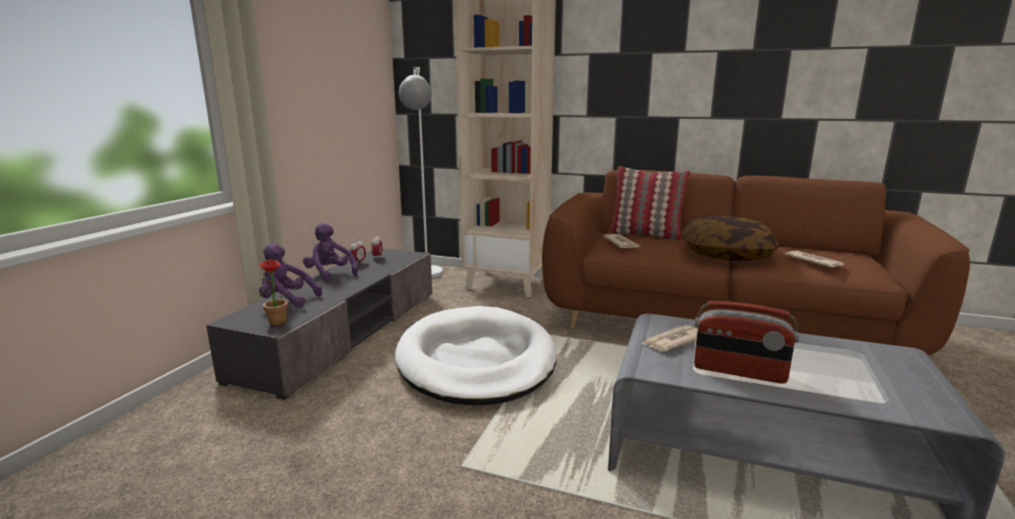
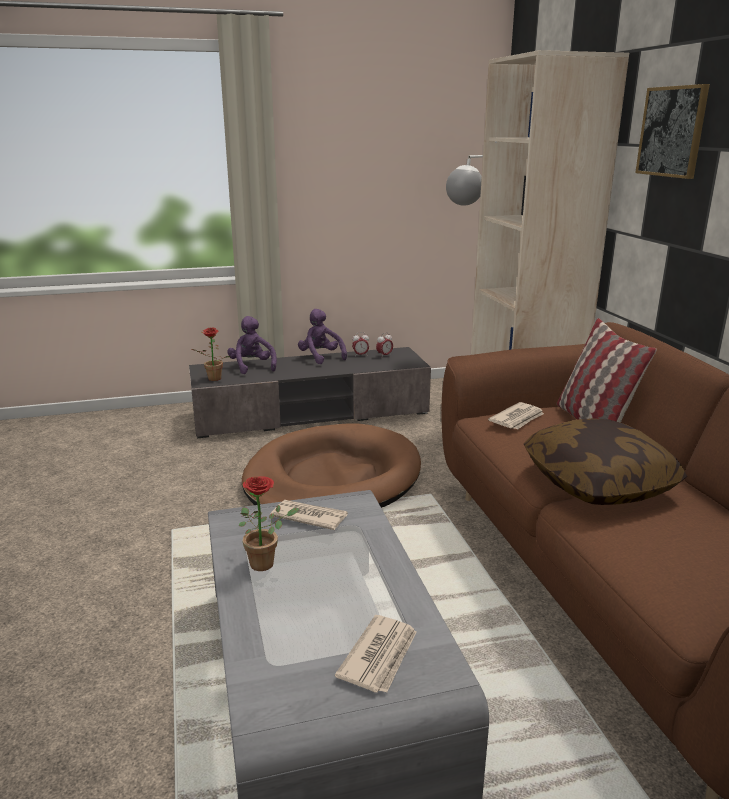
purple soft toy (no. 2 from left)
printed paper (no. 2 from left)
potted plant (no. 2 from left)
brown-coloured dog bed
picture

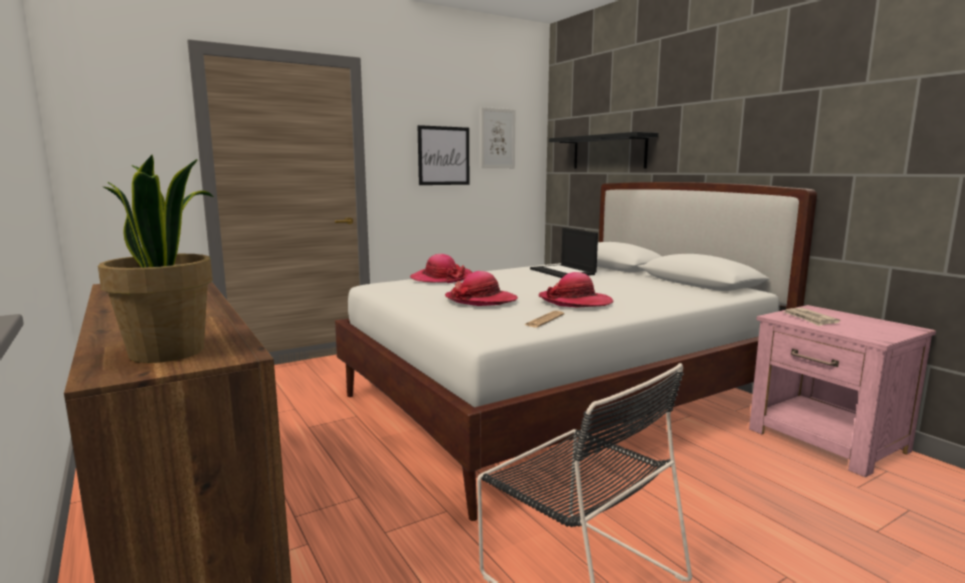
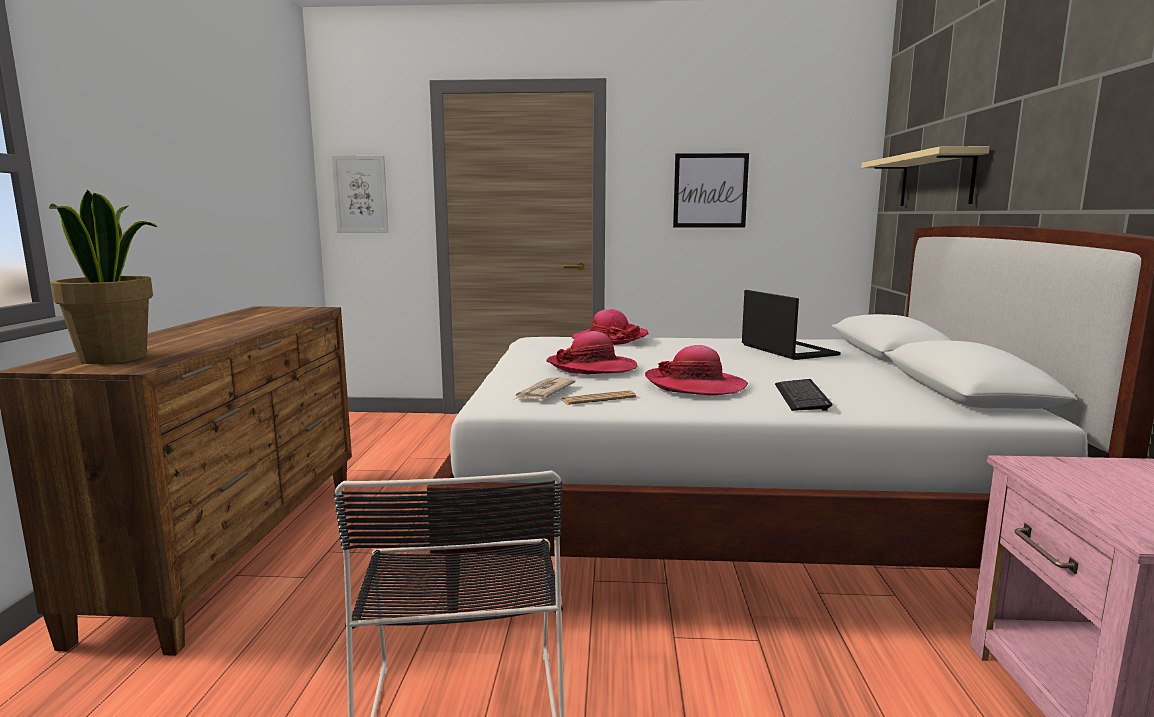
picture (no. 1 from left)
sand-coloured wall shelf
notebook computer
printed paper (no. 1 from left)
PC keyboard

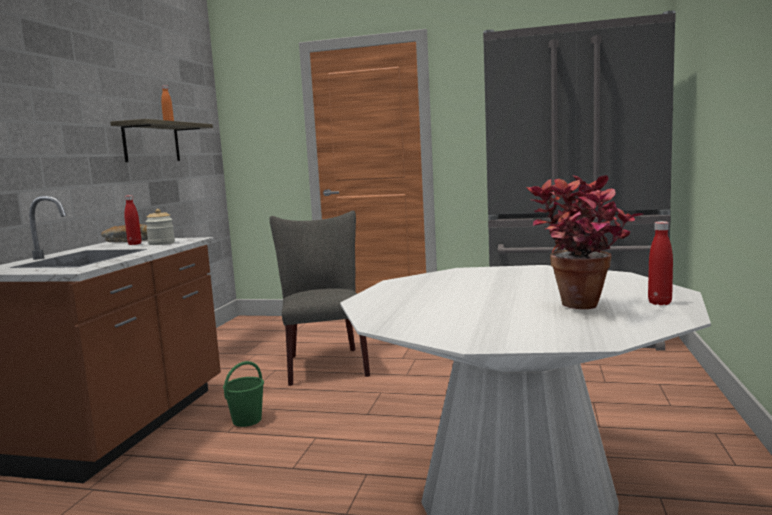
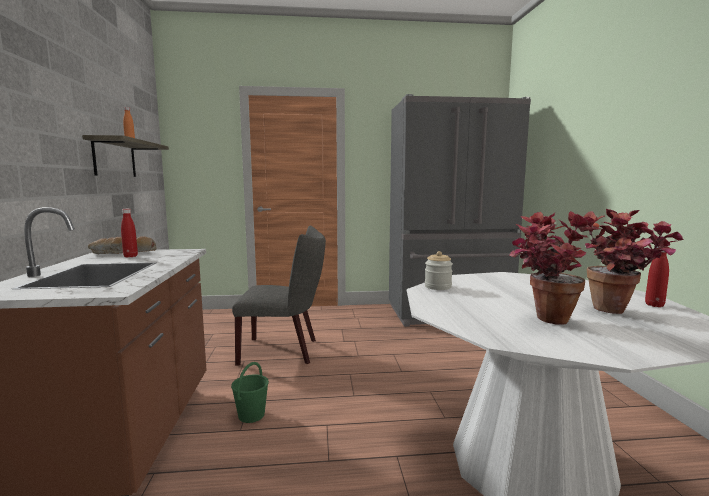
preserve jar
gray upright chair
potted plant (no. 1 from left)

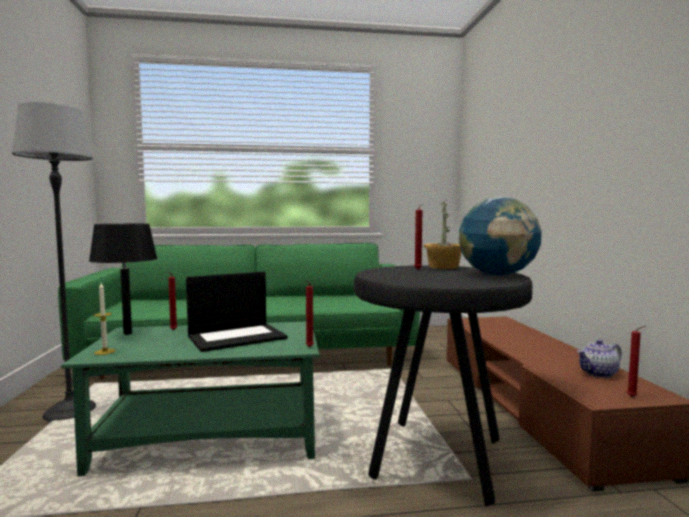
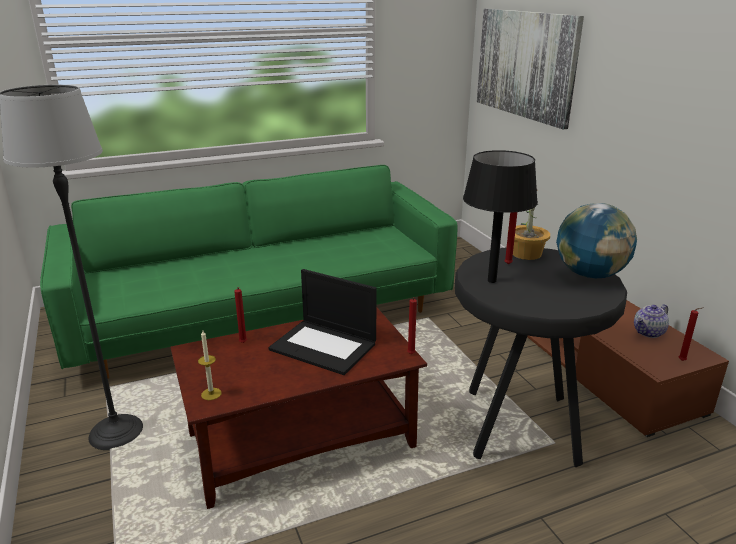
blackish tabletop lamp
notebook computer
brown-coloured coffee table
picture

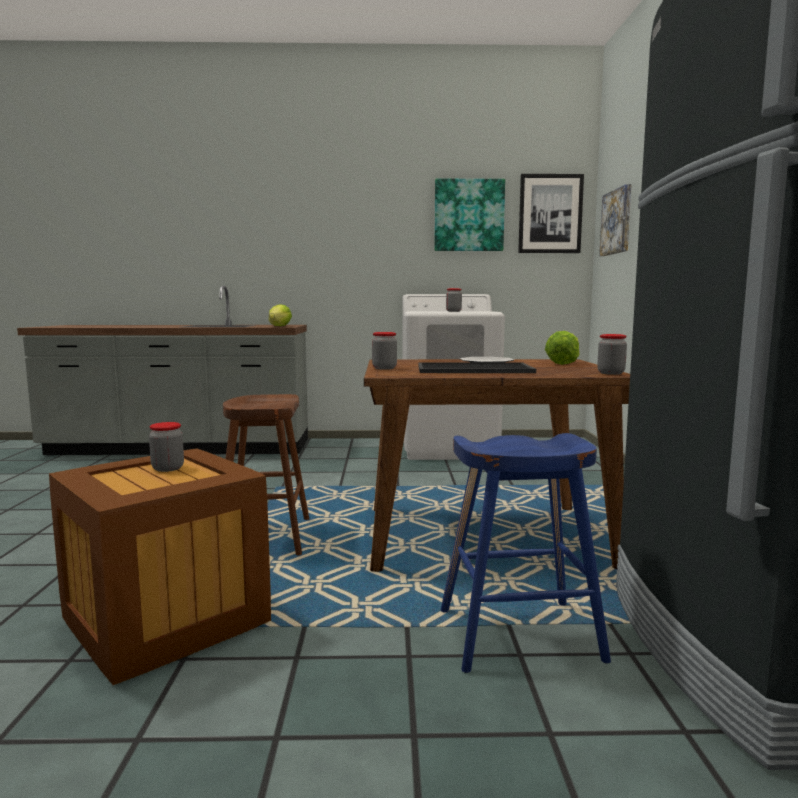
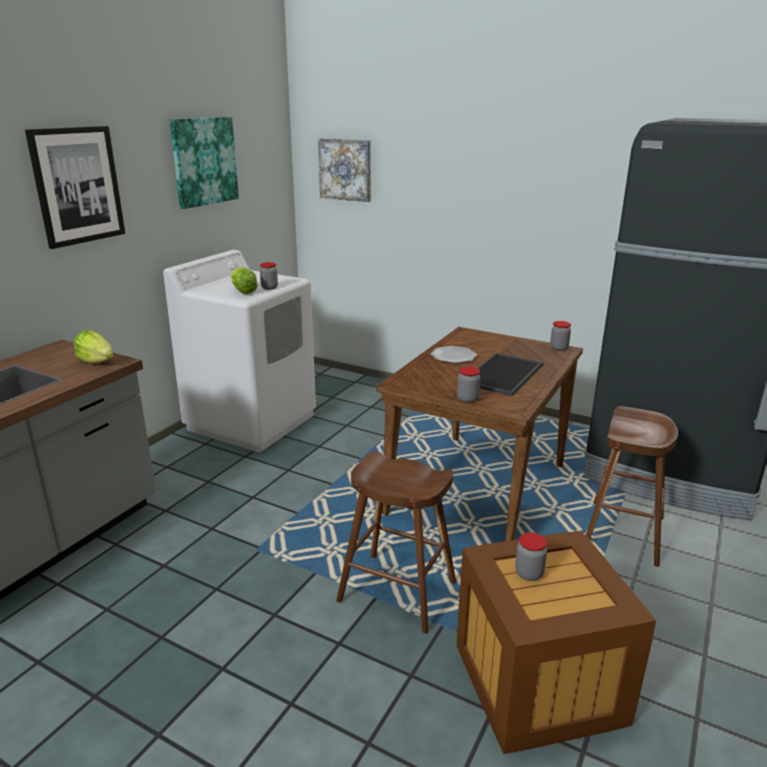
picture (no. 1 from left)
head of lettuce (no. 2 from left)
brown-coloured stool seat (no. 2 from left)

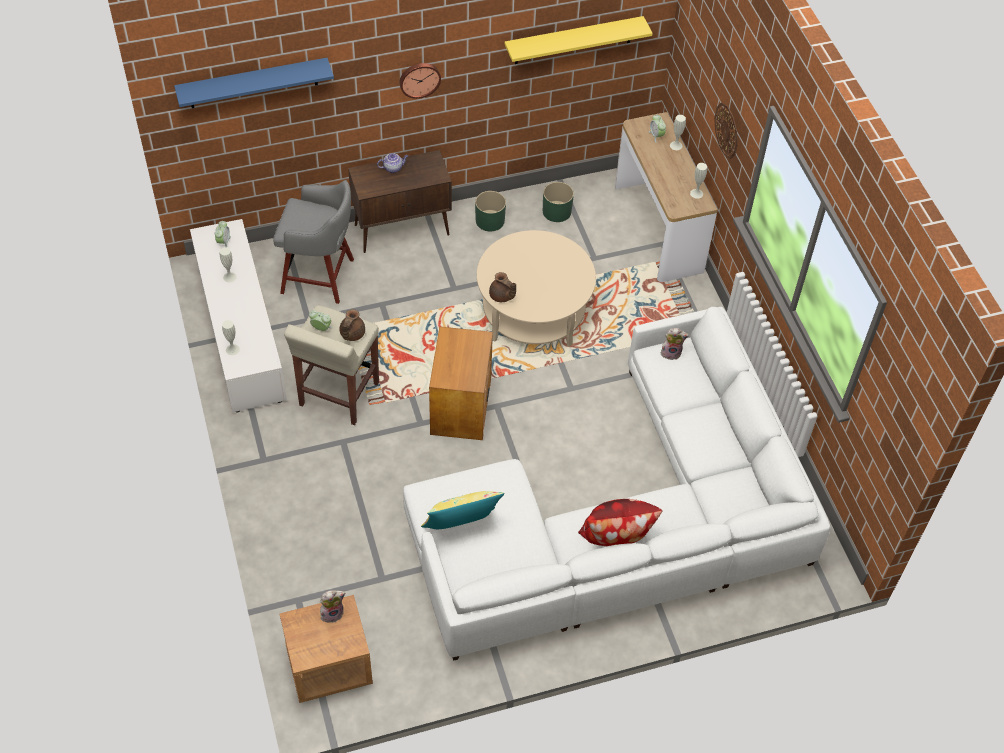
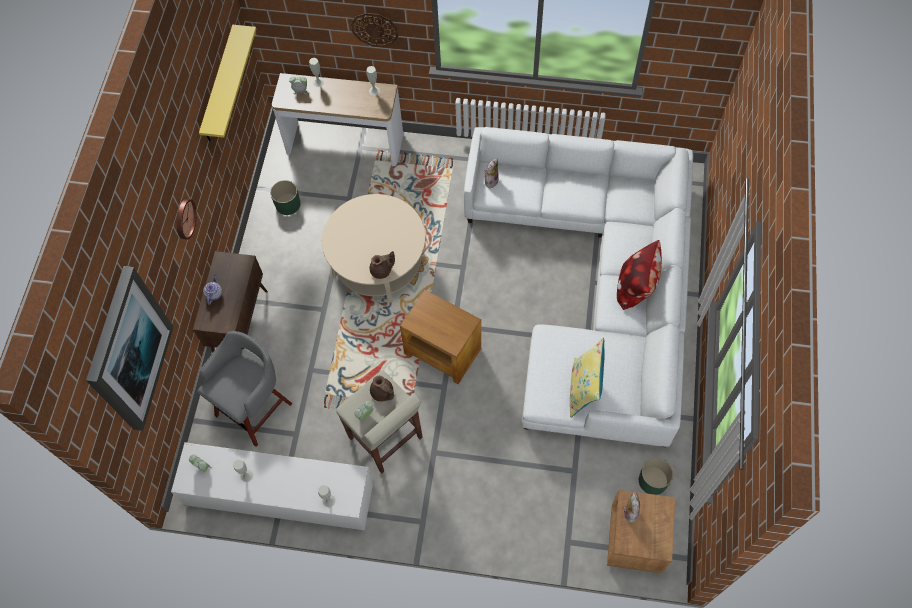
picture
green-coloured plant pot (no. 2 from left)

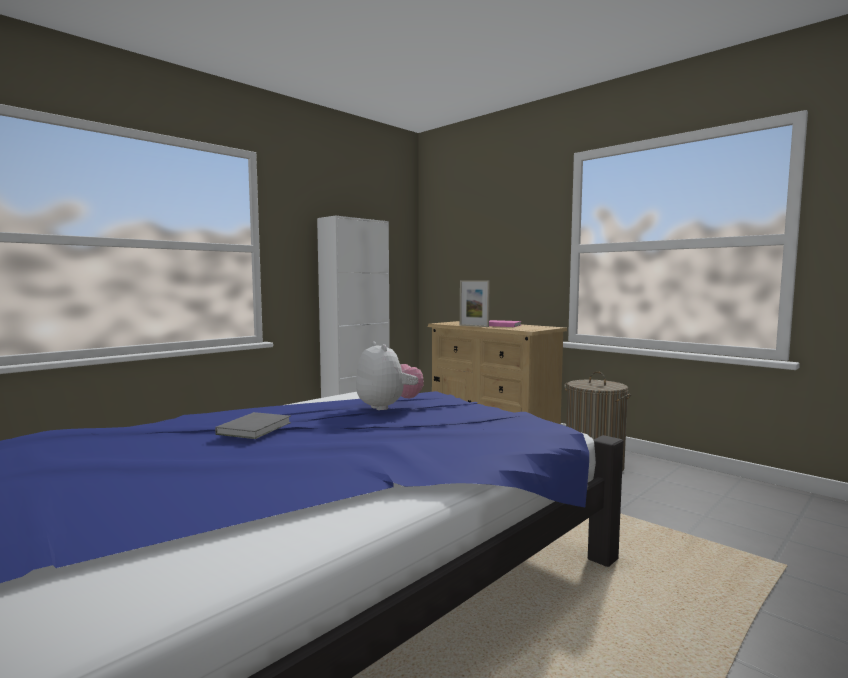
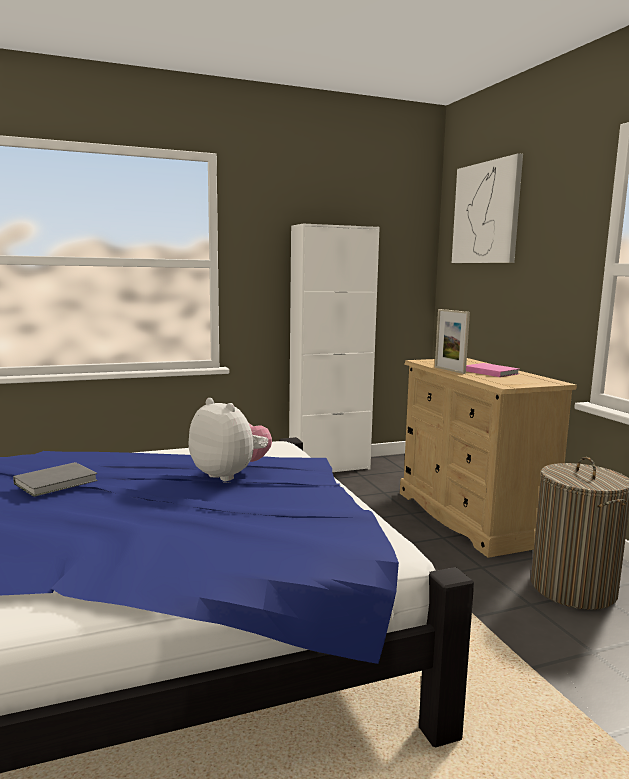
soft toy
picture

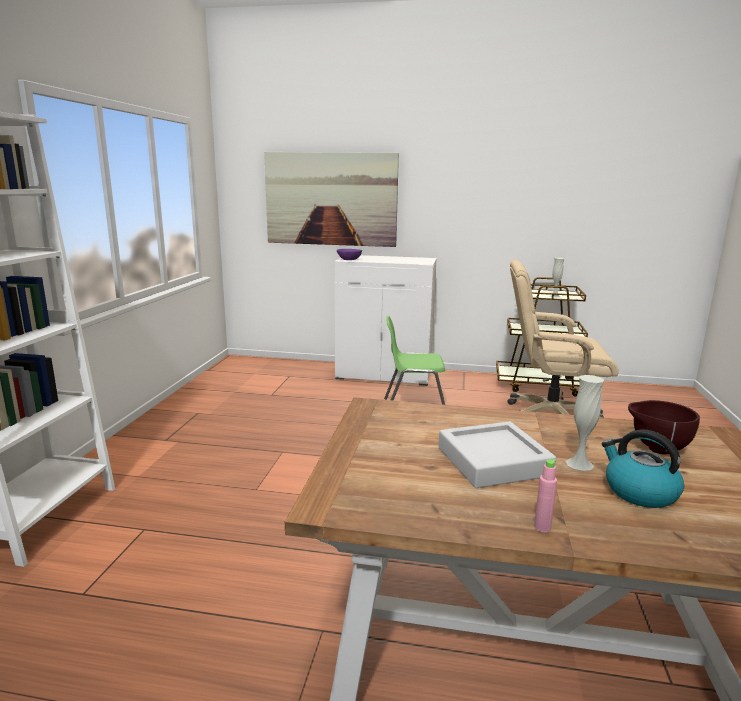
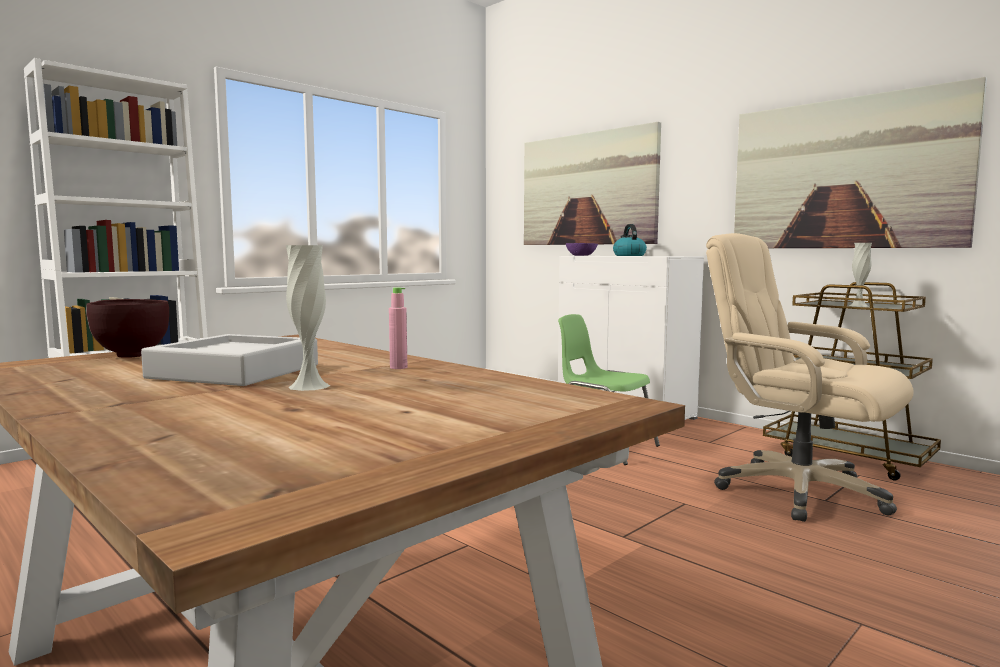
brown-coloured deep dish
water kettle
pink-coloured drink bottle
picture (no. 2 from left)

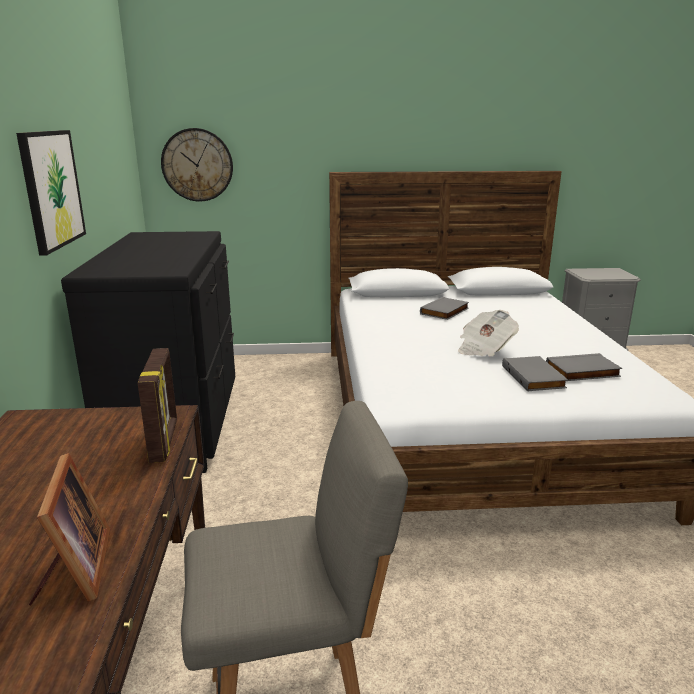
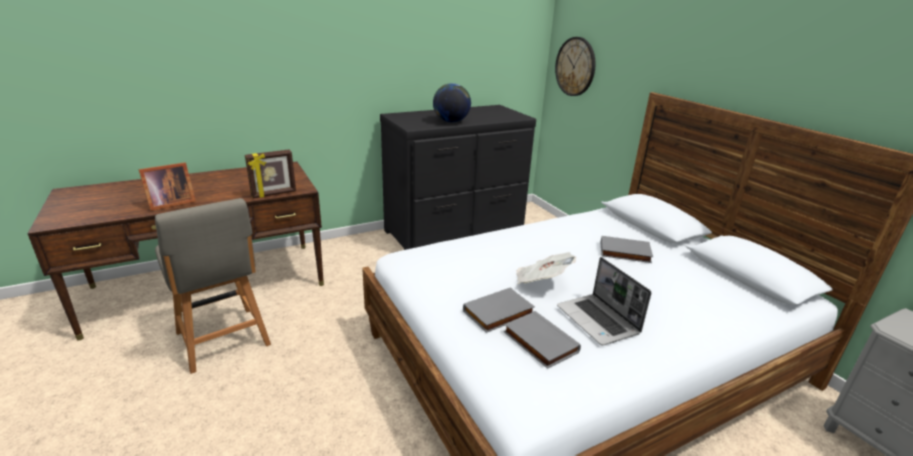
picture
world globe
notebook computer

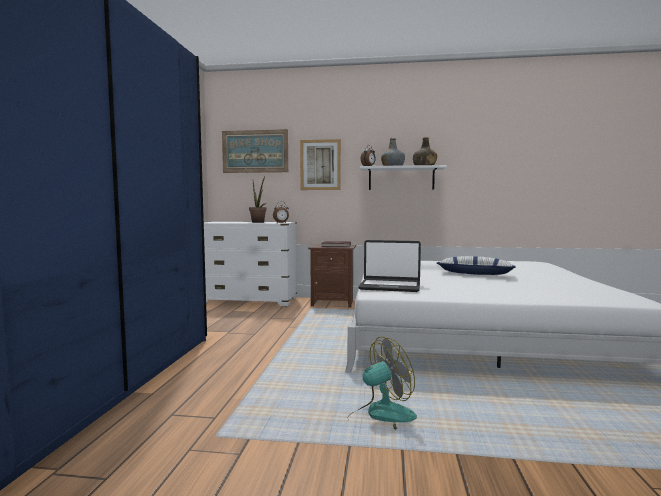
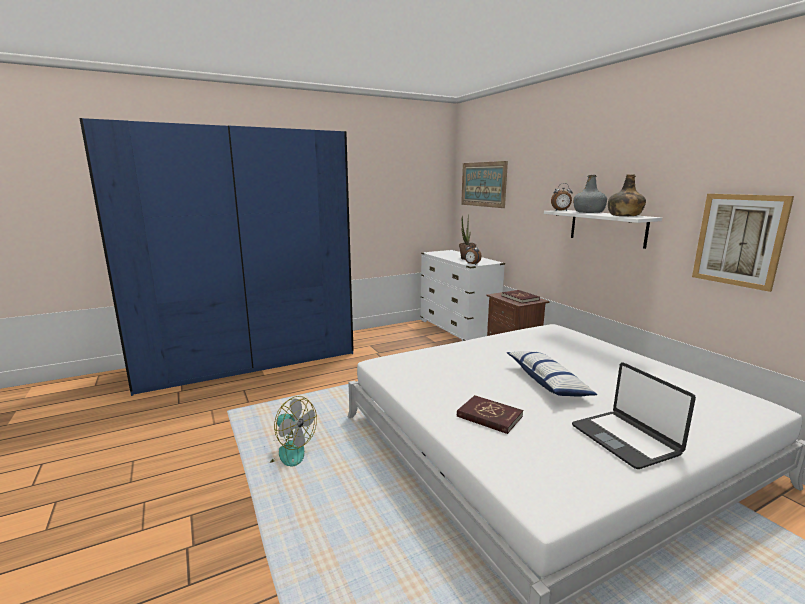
picture (no. 2 from left)
notebook computer
red-coloured book (no. 1 from left)

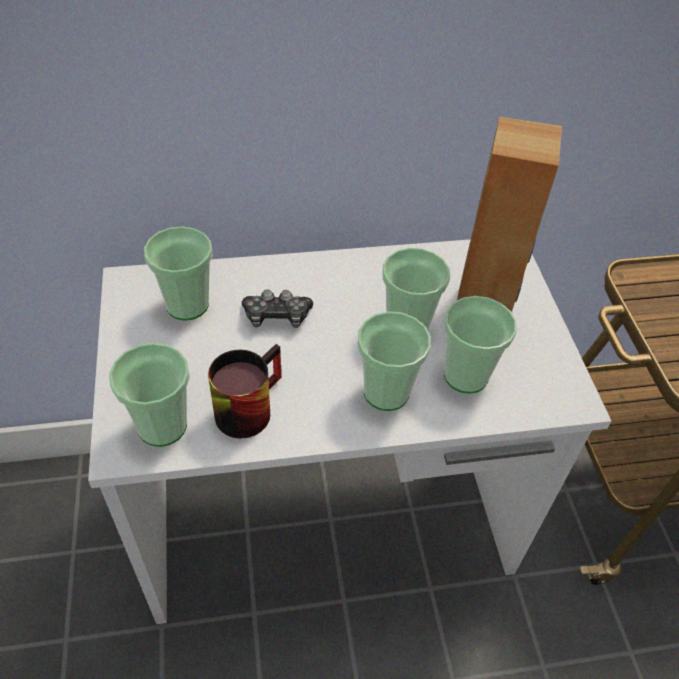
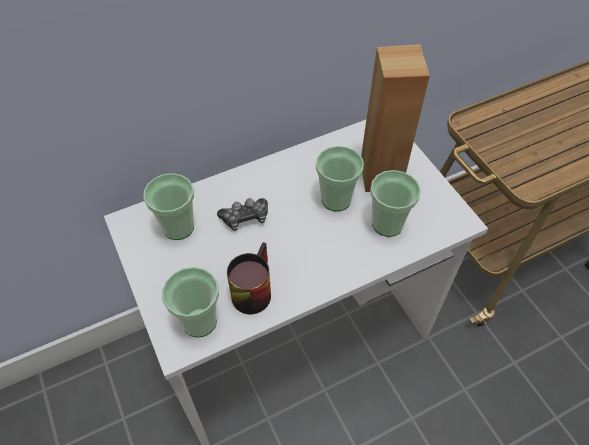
cup (no. 3 from left in the first image)

